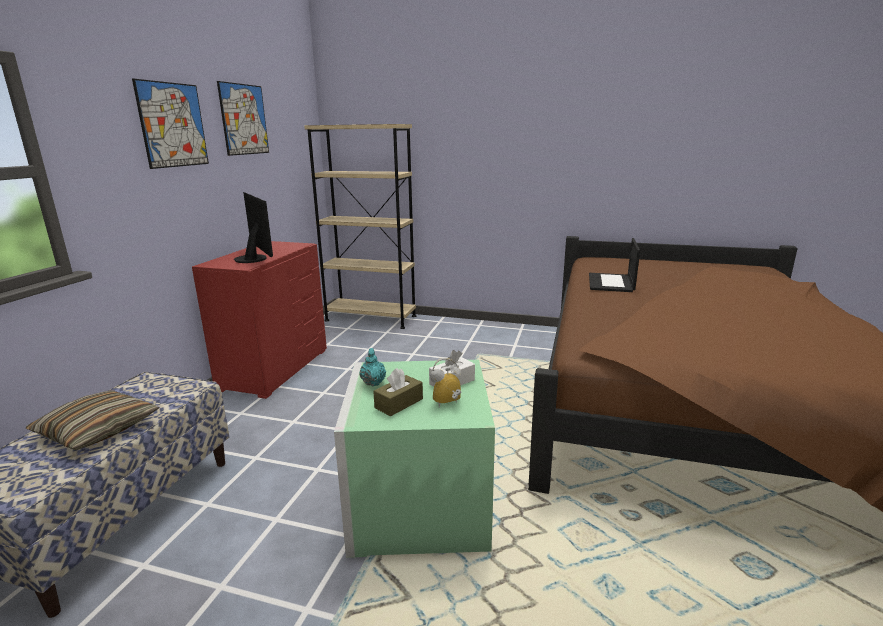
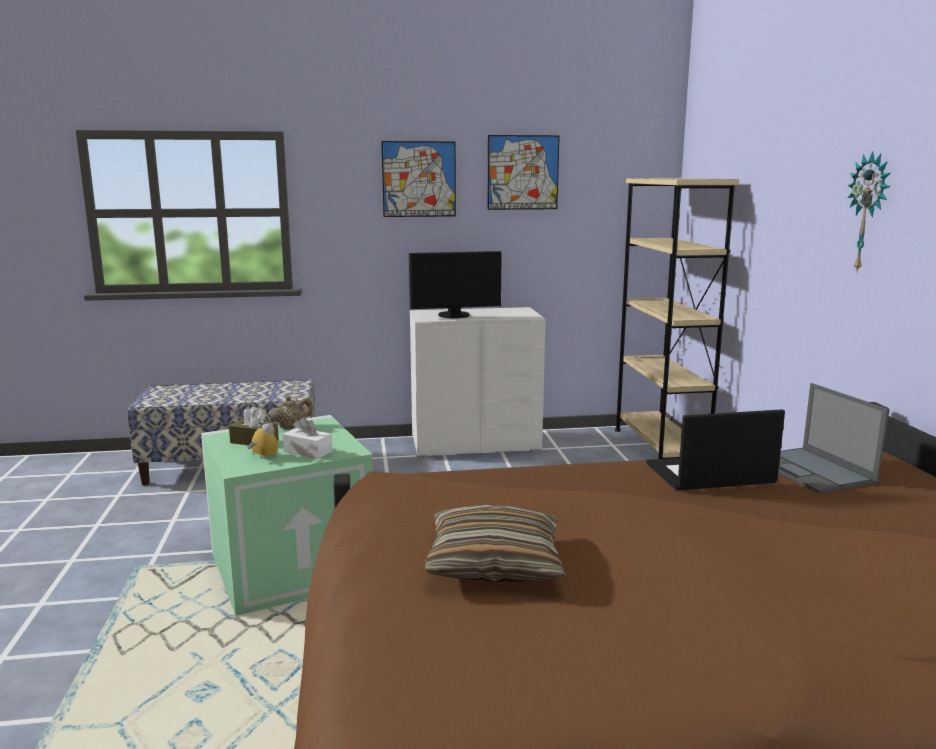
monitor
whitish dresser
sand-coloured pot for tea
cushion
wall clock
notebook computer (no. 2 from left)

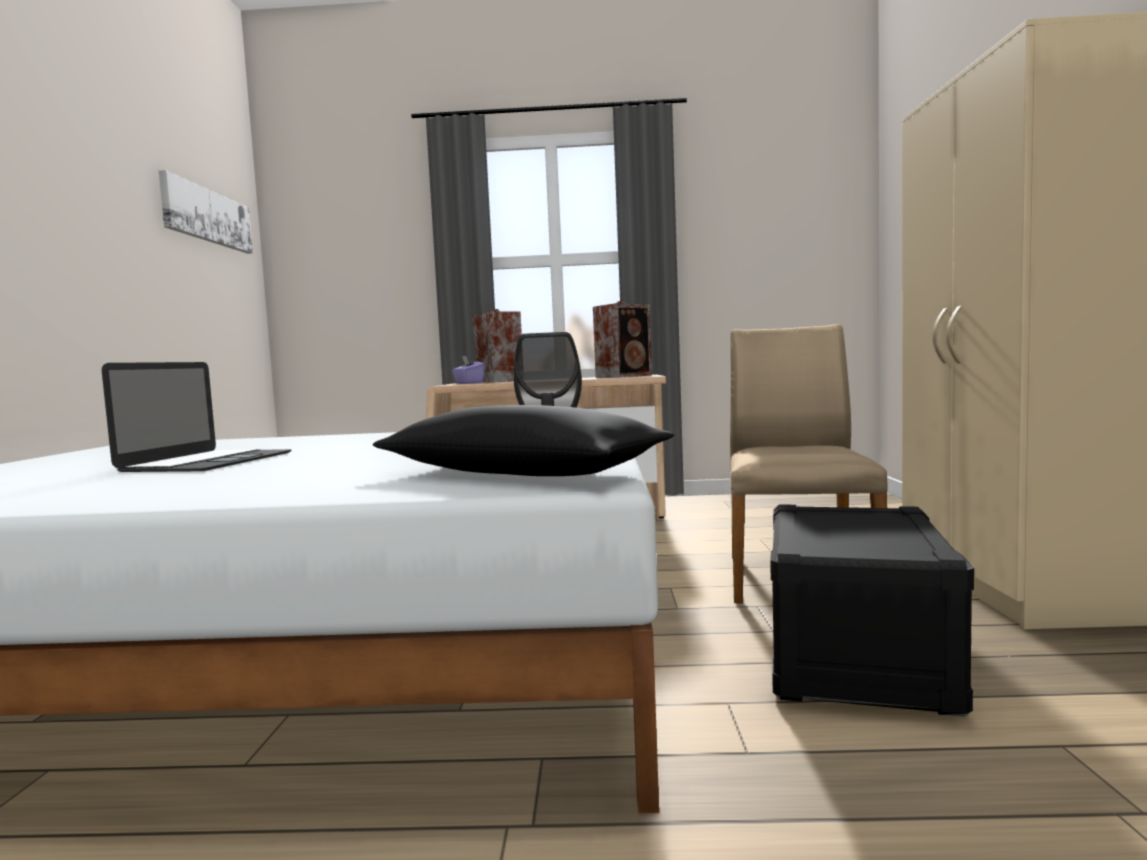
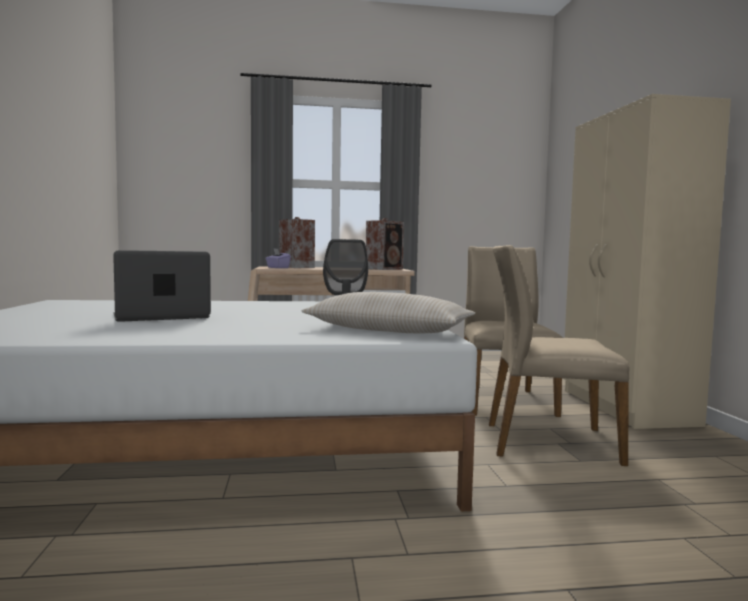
picture
notebook computer
sand-coloured cushion
sand-coloured upright chair (no. 2 from left)

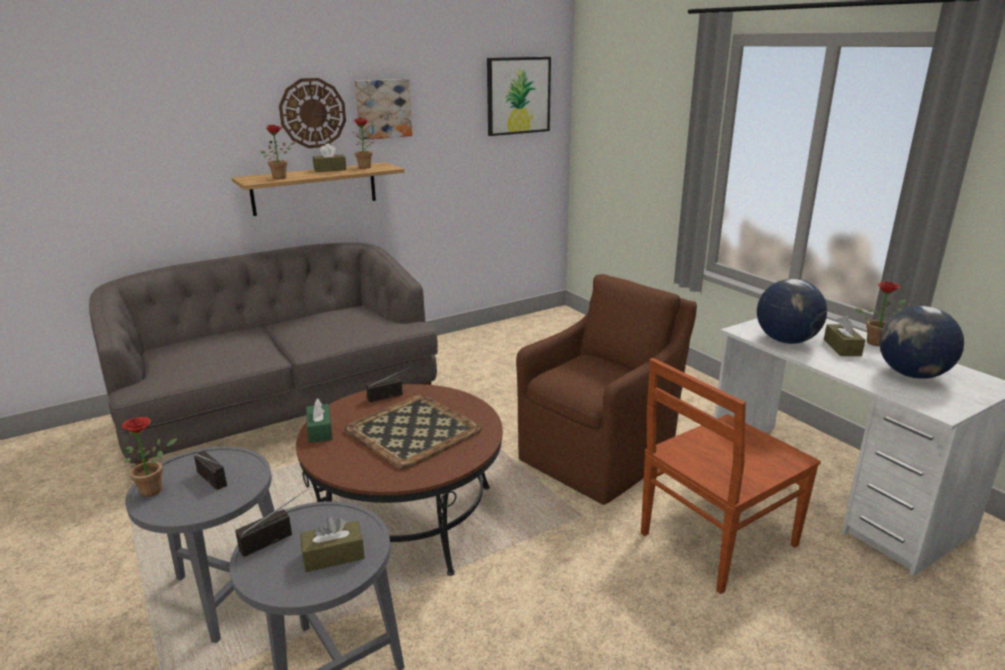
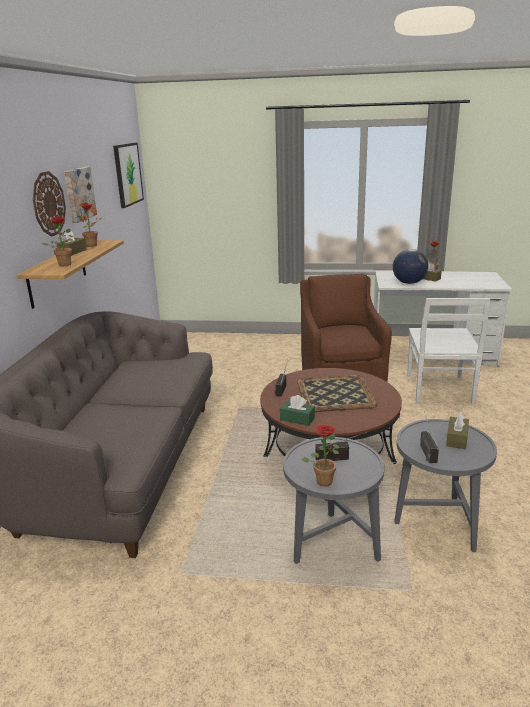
world globe (no. 2 from left in the first image)
whitish upright chair

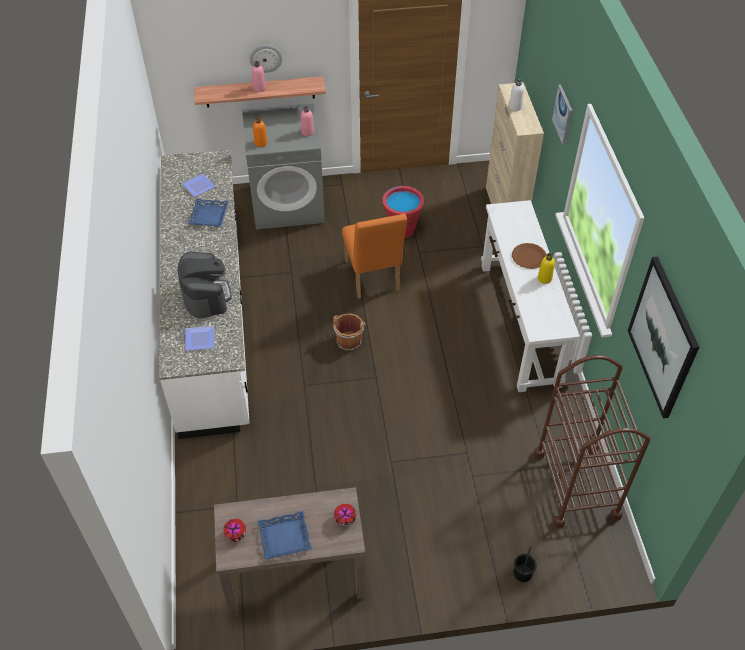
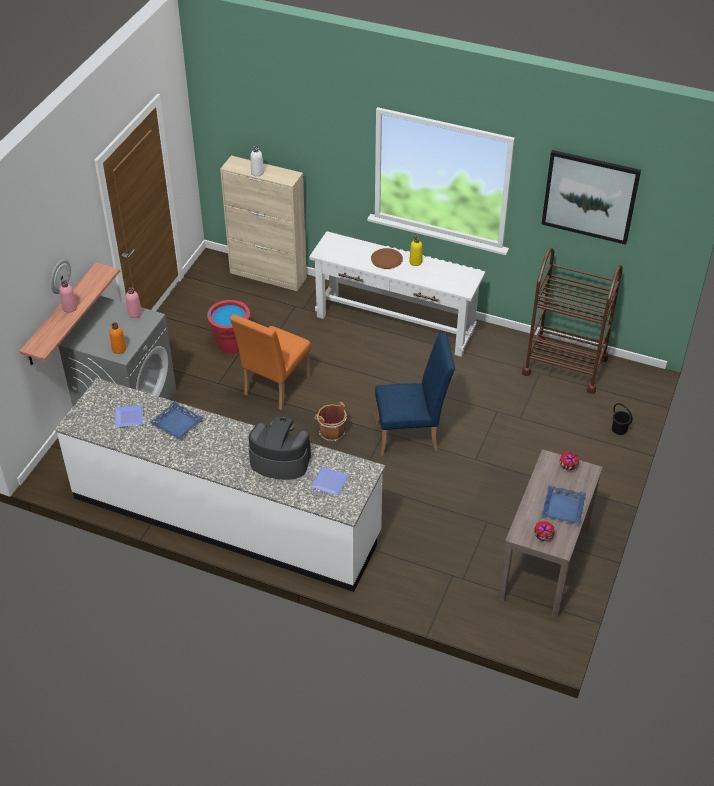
picture (no. 1 from left in the first image)
orangey upright chair
blue-coloured upright chair

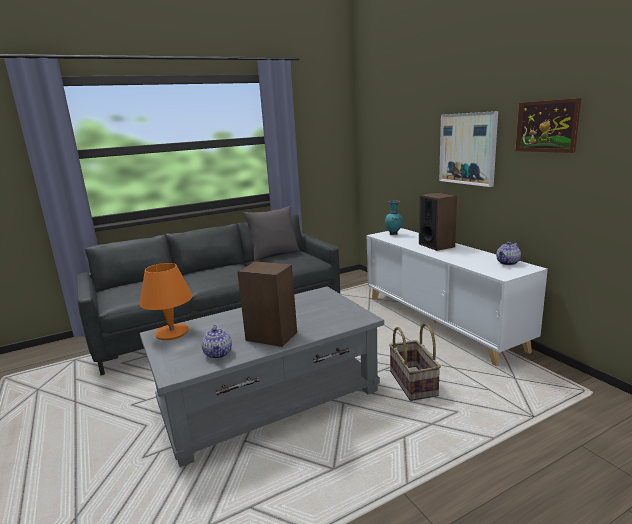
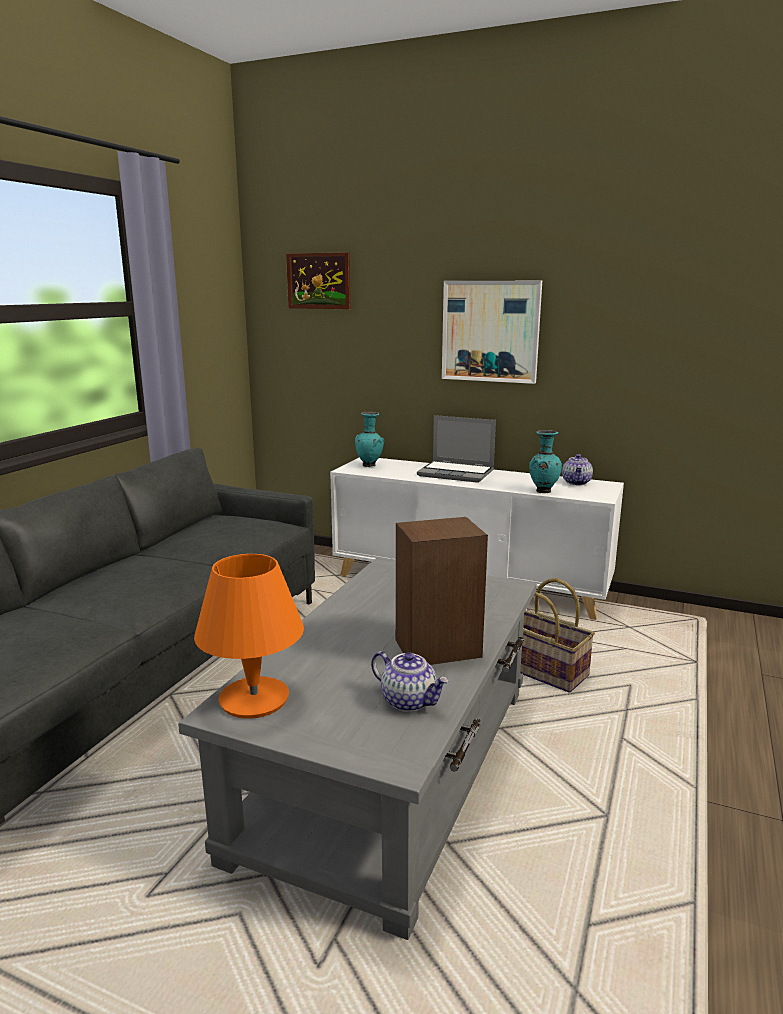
picture (no. 1 from left)
notebook computer
gray cushion
blue-green decorative vase (no. 2 from left)

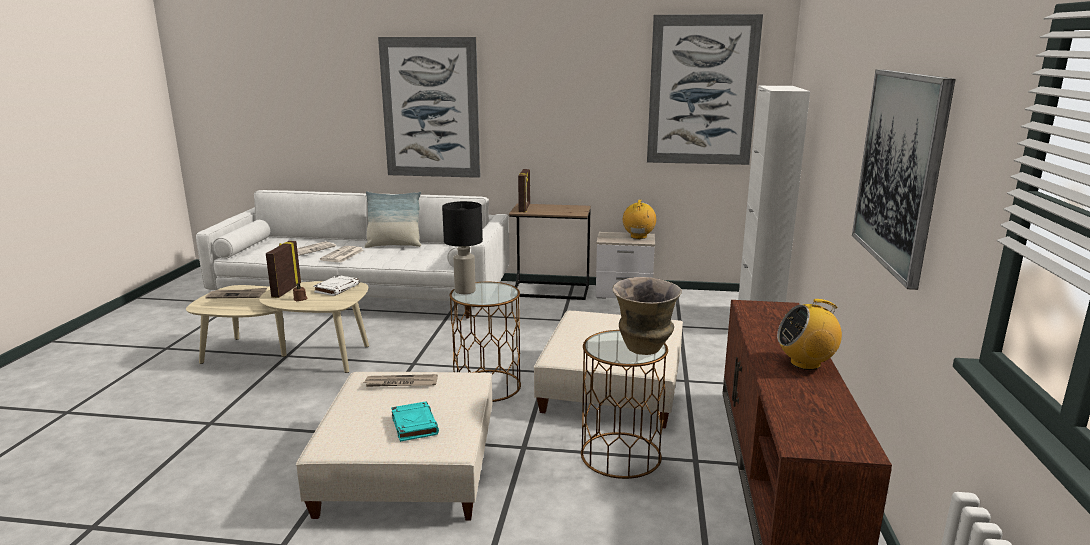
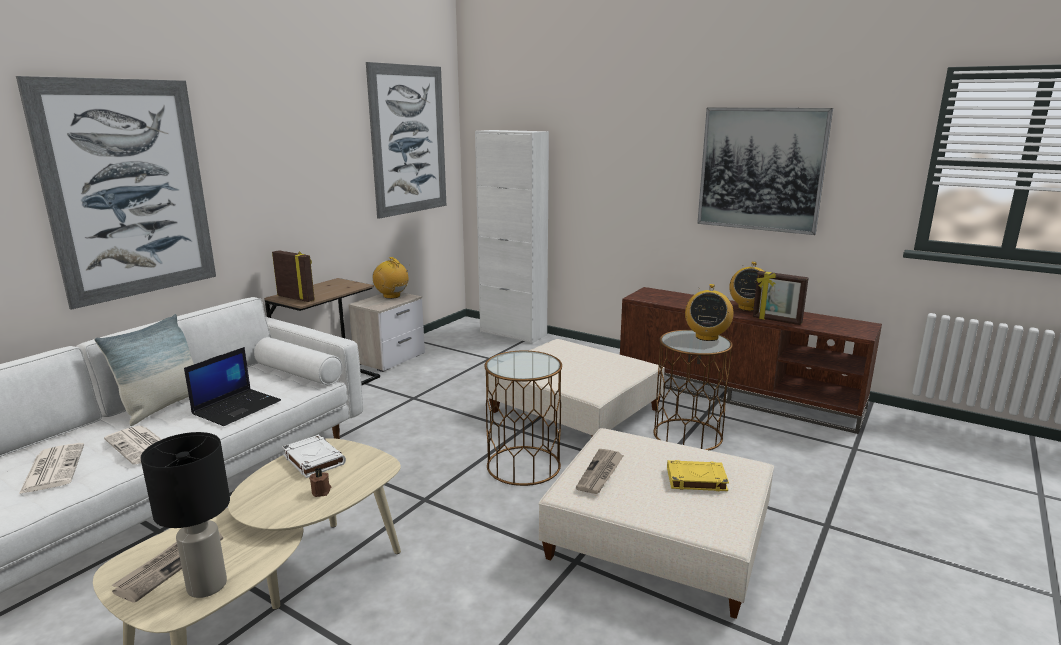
blackish tabletop lamp
photo frame (no. 2 from left)
radio (no. 2 from left)
yellowish book
notebook computer

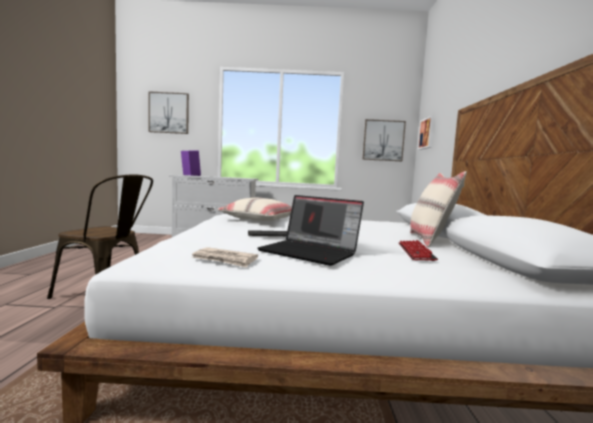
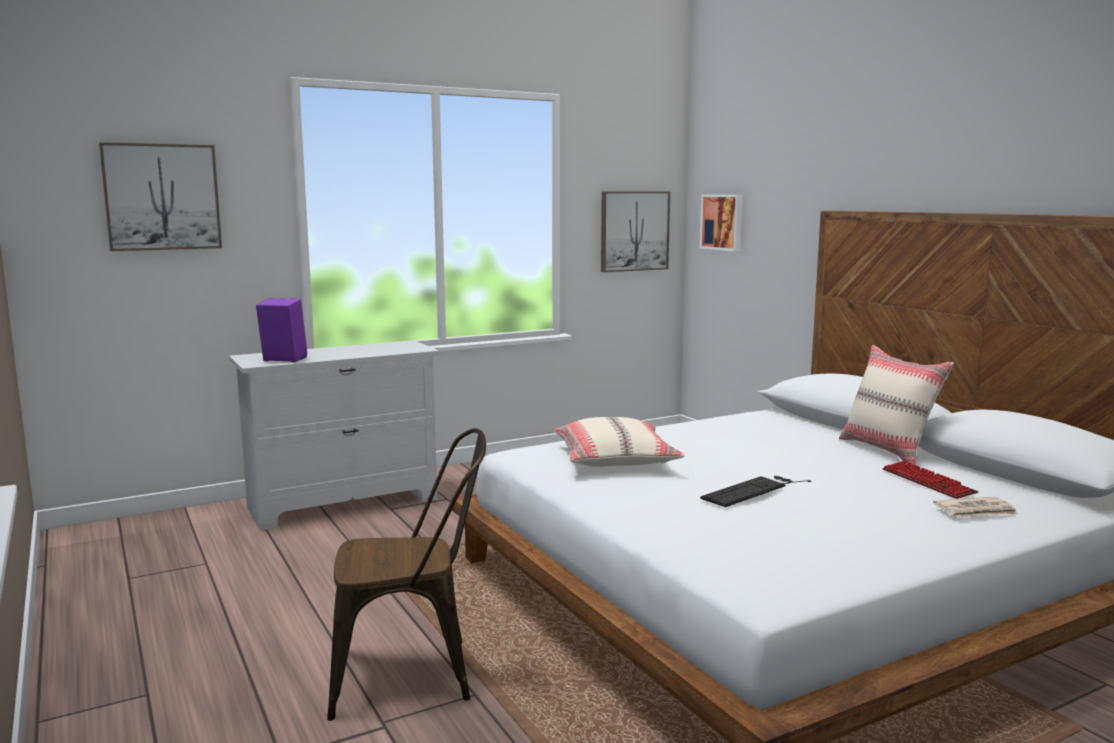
notebook computer
printed paper

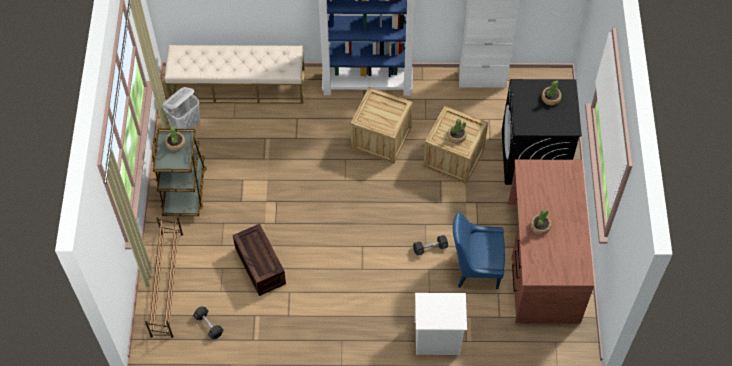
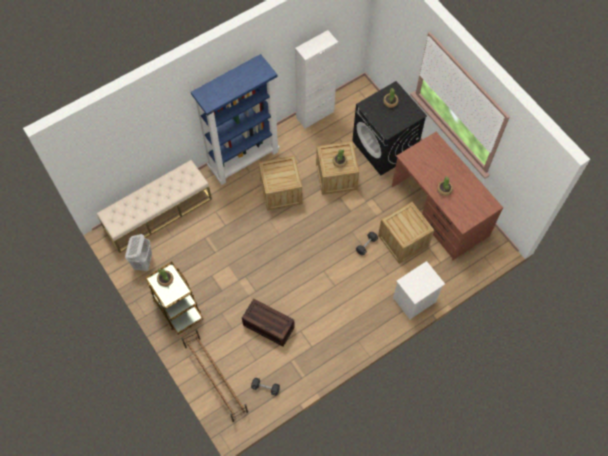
packing crate (no. 4 from left)

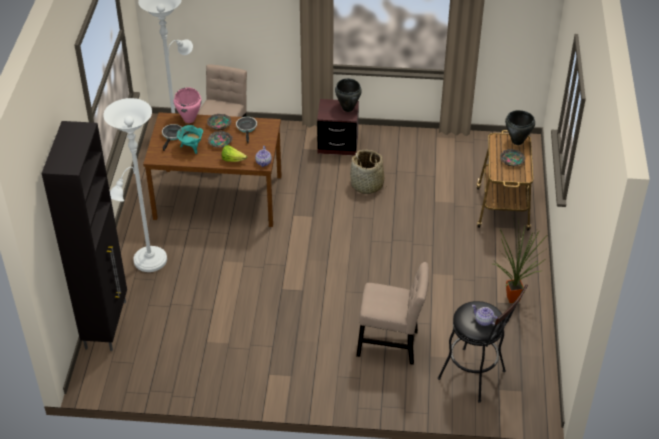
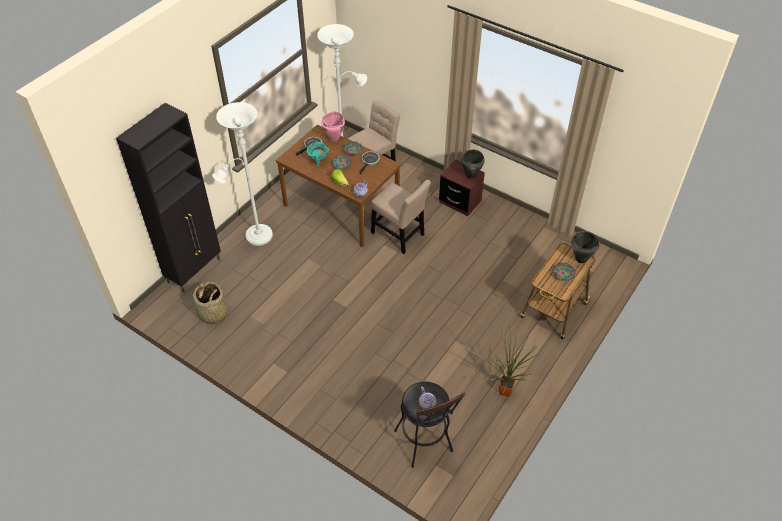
basket
sand-coloured upright chair (no. 2 from left)

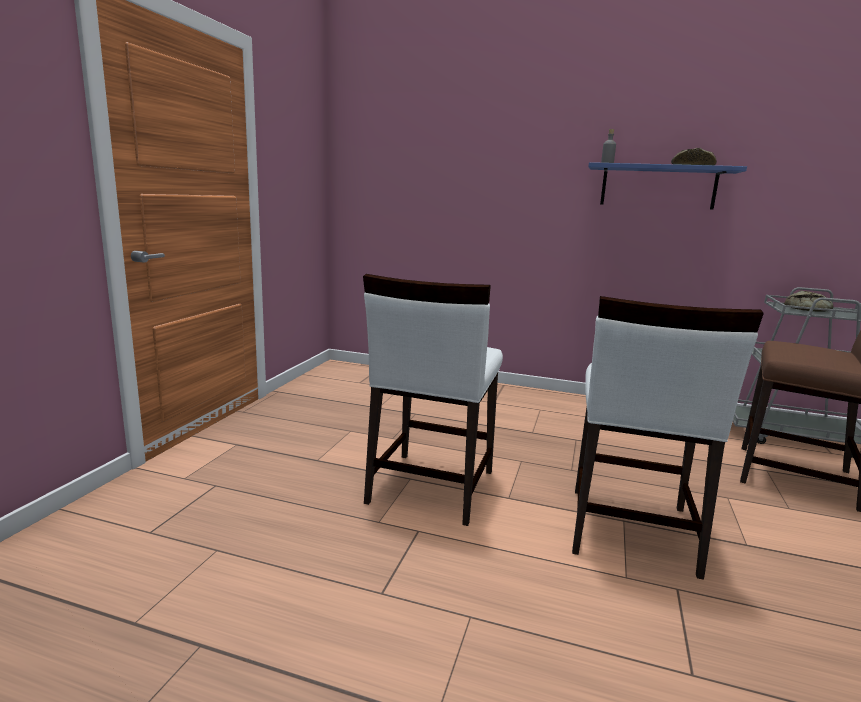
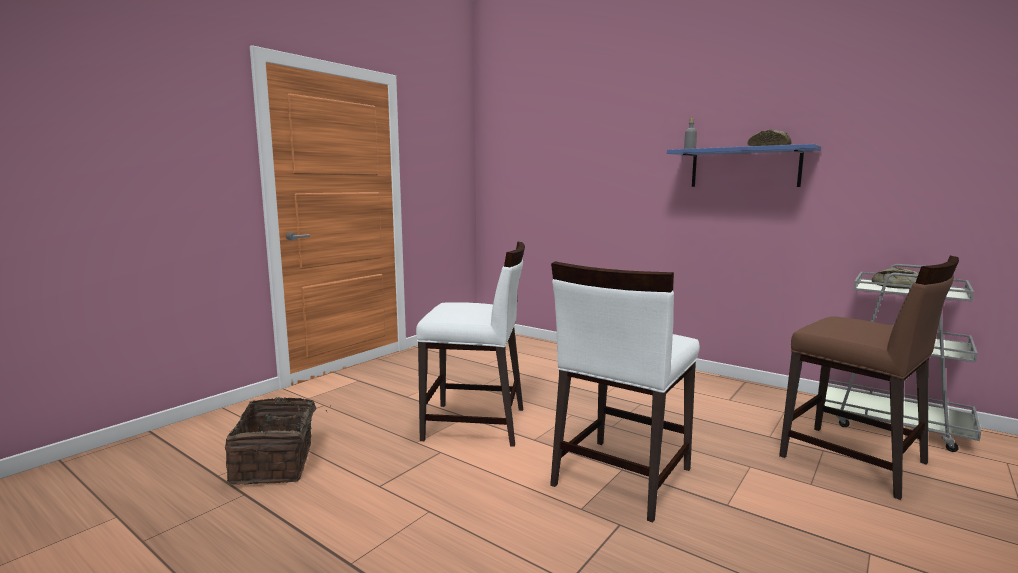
whitish upright chair (no. 1 from left)
basket

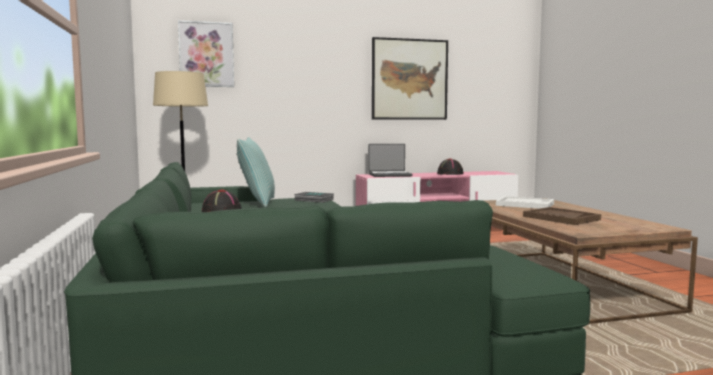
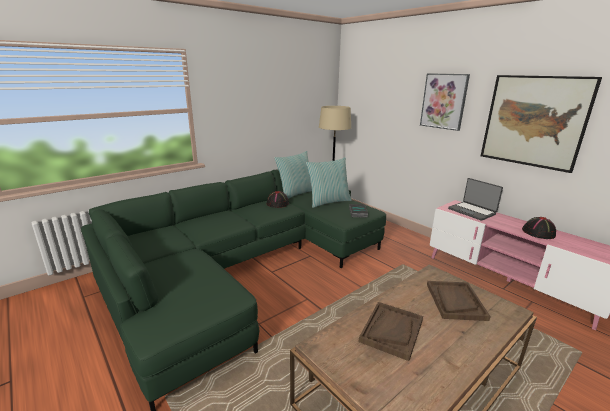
picture (no. 1 from left)
brown-coloured serving tray (no. 2 from left)
cushion (no. 1 from left)

